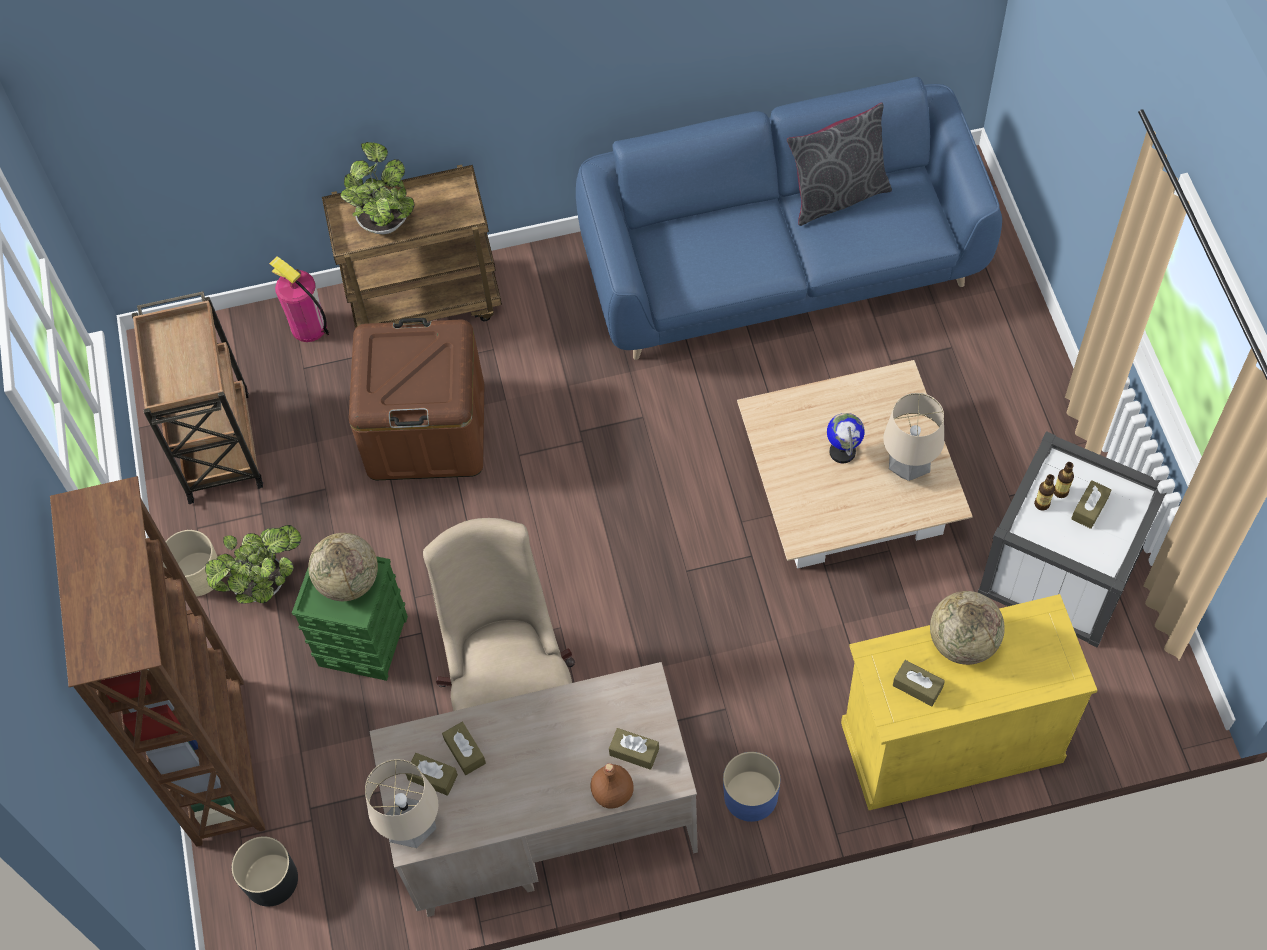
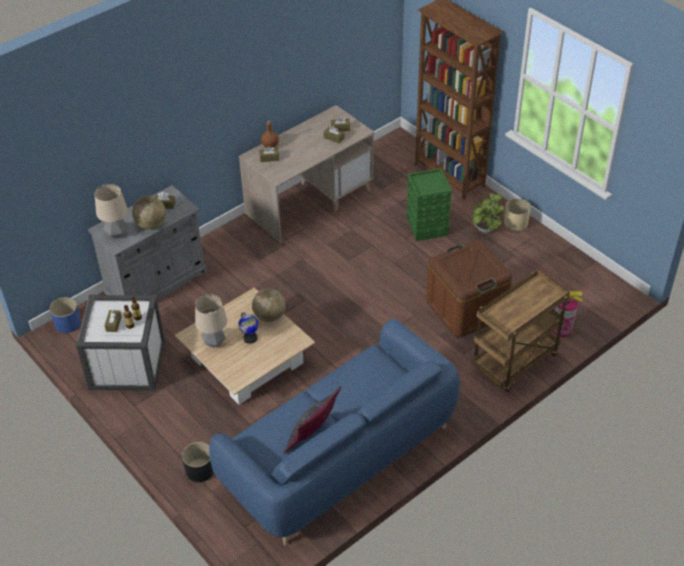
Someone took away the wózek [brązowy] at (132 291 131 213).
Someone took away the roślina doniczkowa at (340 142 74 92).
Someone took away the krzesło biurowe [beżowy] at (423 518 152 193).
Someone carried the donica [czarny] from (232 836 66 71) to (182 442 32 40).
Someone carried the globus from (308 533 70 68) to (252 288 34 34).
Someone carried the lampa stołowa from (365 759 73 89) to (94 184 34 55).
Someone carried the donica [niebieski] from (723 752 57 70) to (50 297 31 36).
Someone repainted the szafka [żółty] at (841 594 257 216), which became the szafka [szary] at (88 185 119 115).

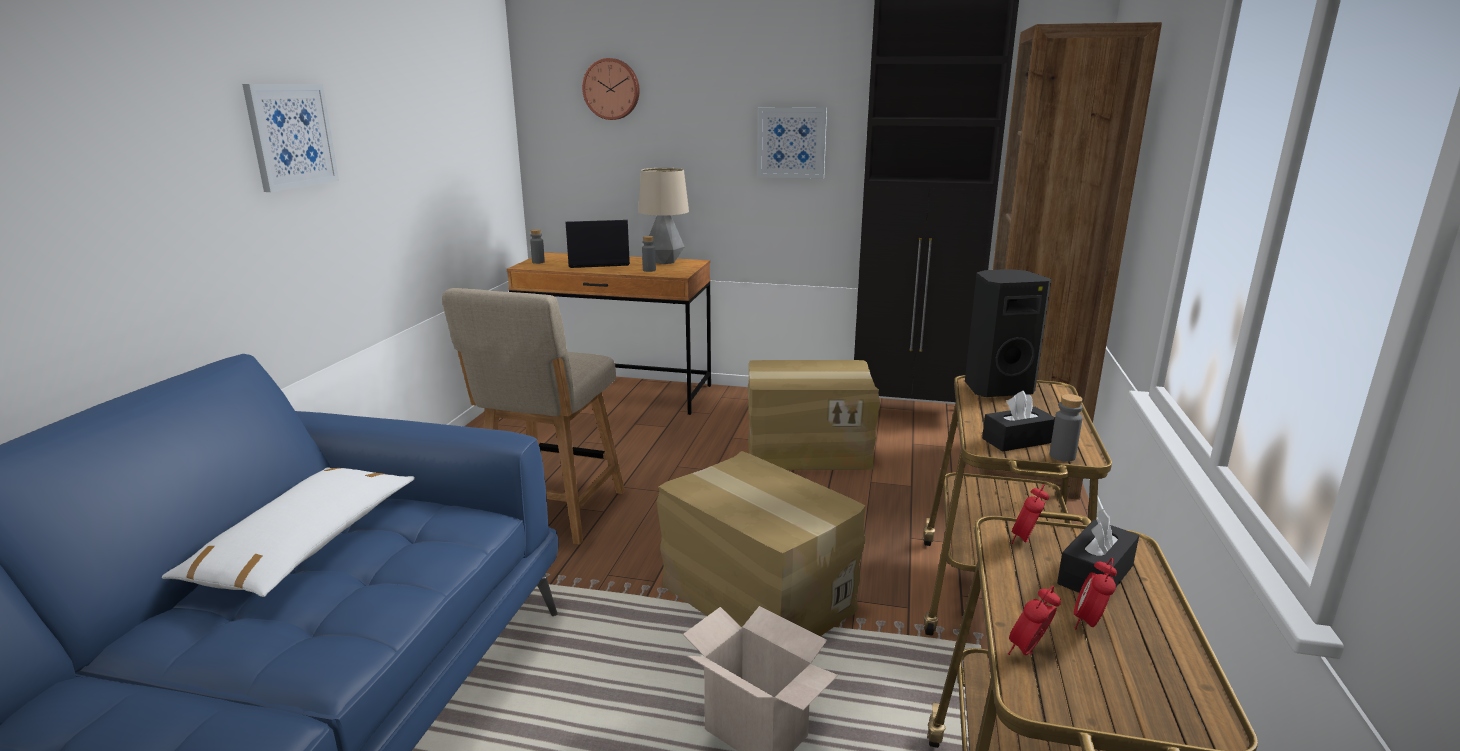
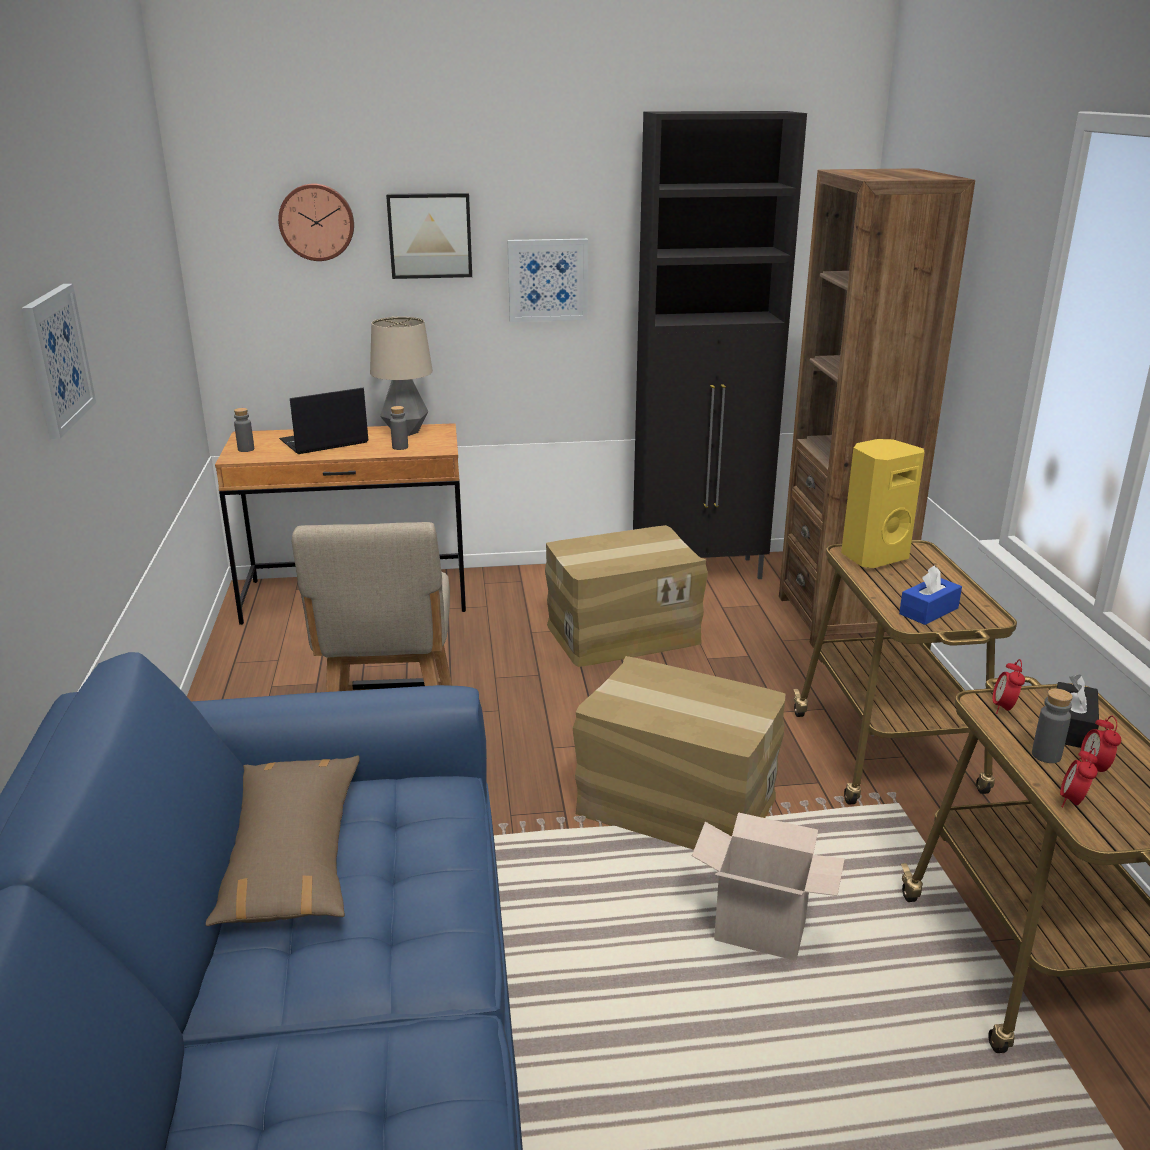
Someone put up the obraz at (386 193 86 86).
Someone carried the butelka [szary] from (1050 394 33 68) to (1032 689 41 74).
Someone repainted the poduszka [biały] at (162 467 253 130), which became the poduszka [brązowy] at (206 755 153 171).
Someone repainted the głośnik [czarny] at (965 269 86 128), which became the głośnik [żółty] at (841 439 84 129).
Someone repainted the pudełko chusteczek [czarny] at (982 391 73 61), which became the pudełko chusteczek [niebieski] at (899 565 63 60).

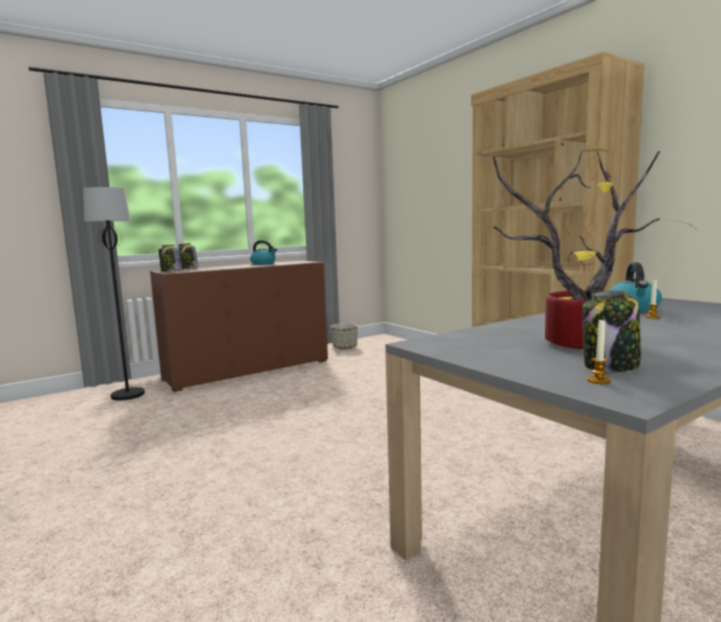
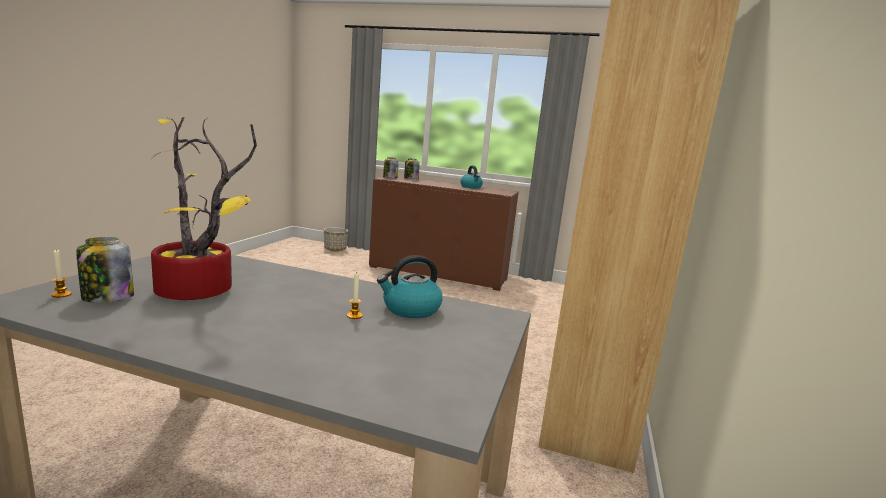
Someone took away the lampa stojąca [czarny] at (83 187 62 213).
Someone carried the donica from (331 323 27 27) to (324 227 24 24).

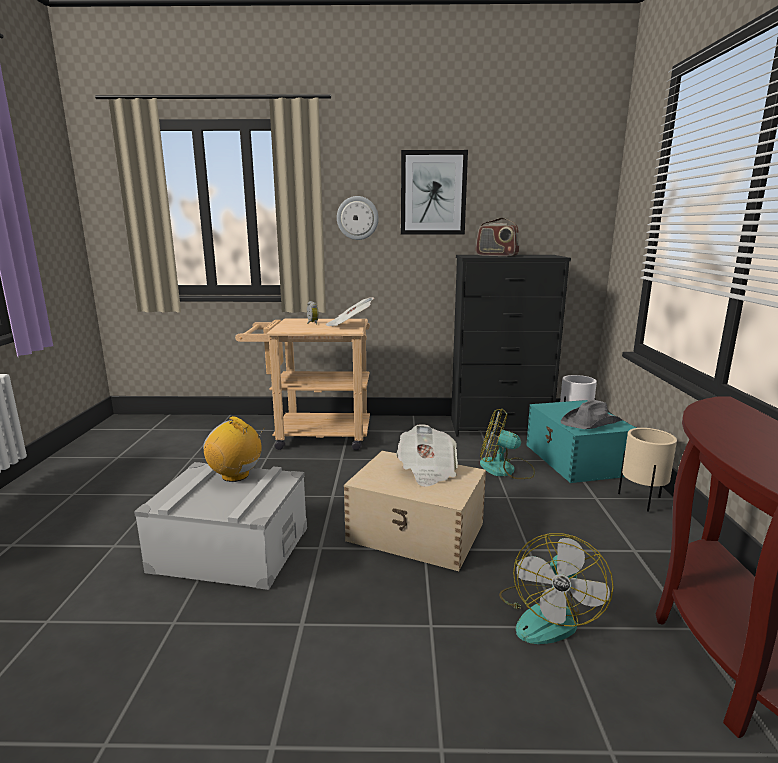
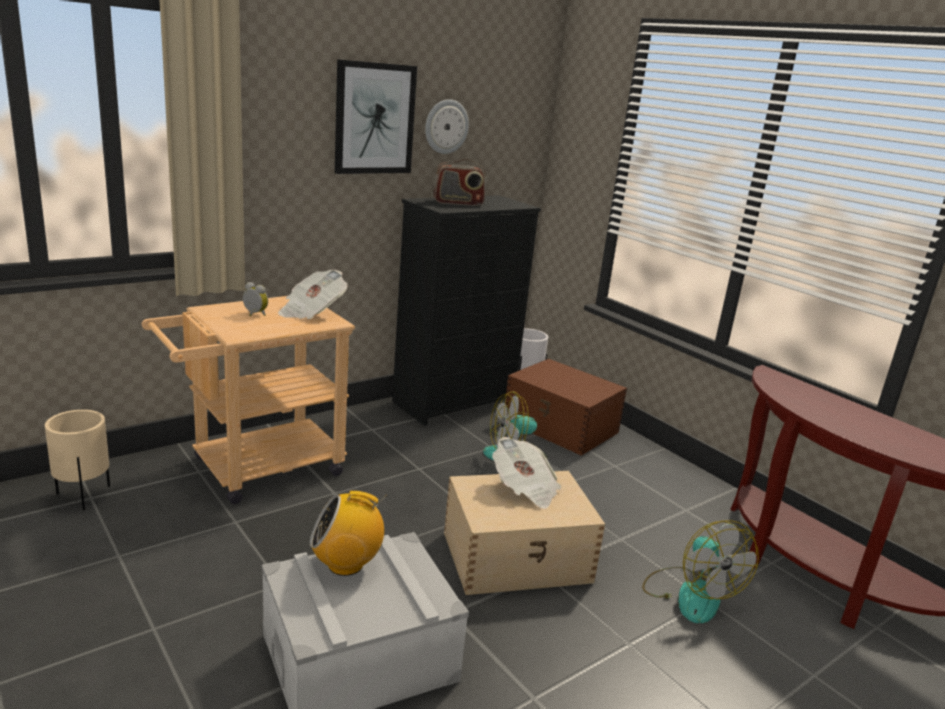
Someone took away the kapelusz [szary] at (561 400 61 29).
Someone carried the zegar ścienny from (337 196 42 44) to (425 99 44 55).
Someone carried the donica [beżowy] from (618 428 59 83) to (45 410 65 100).
Someone repainted the pojemnik do przechowywania [turkusowy] at (527 400 109 83), which became the pojemnik do przechowywania [brązowy] at (505 359 122 97).

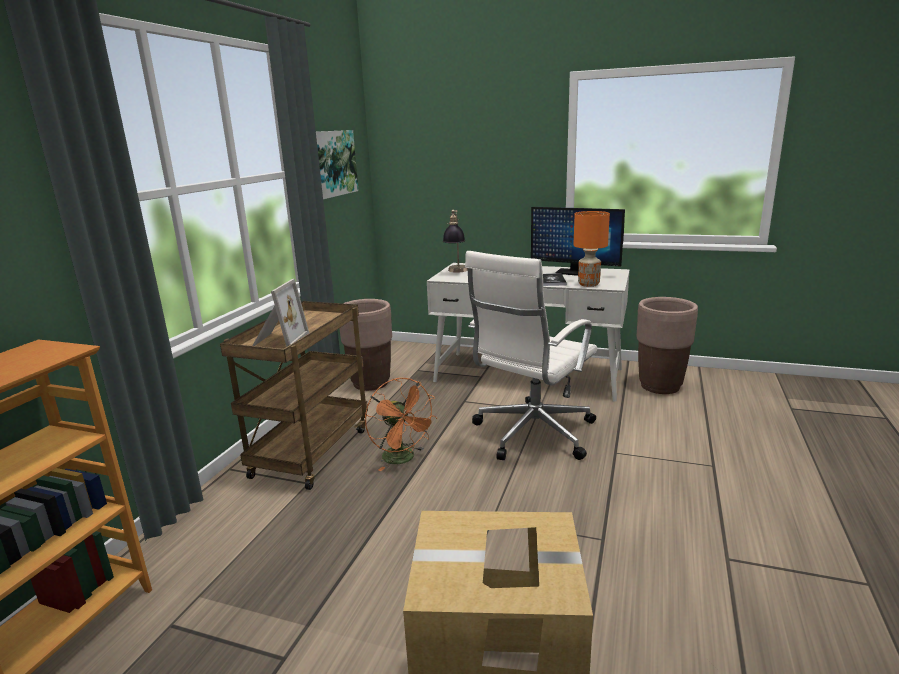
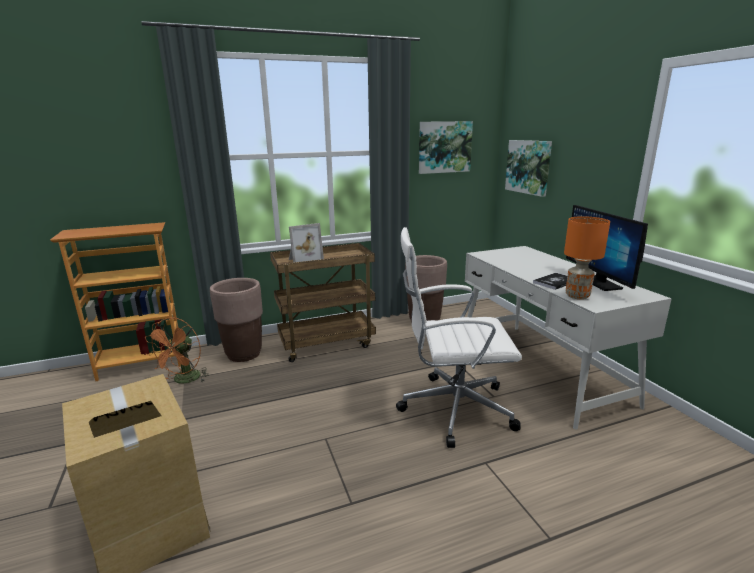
Someone took away the lampa stołowa at (443 210 25 63).
Someone put up the obraz at (505 140 47 57).
Someone carried the wentylator [pomarańczowy] from (365 378 73 93) to (145 317 64 66).
Someone carried the donica [brązowy] from (637 297 61 97) to (210 278 53 84).

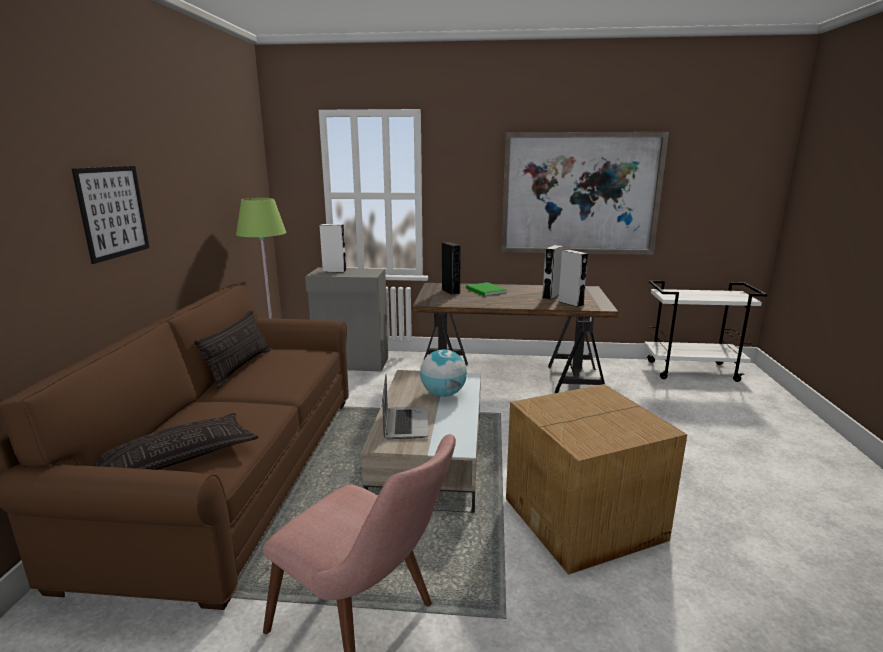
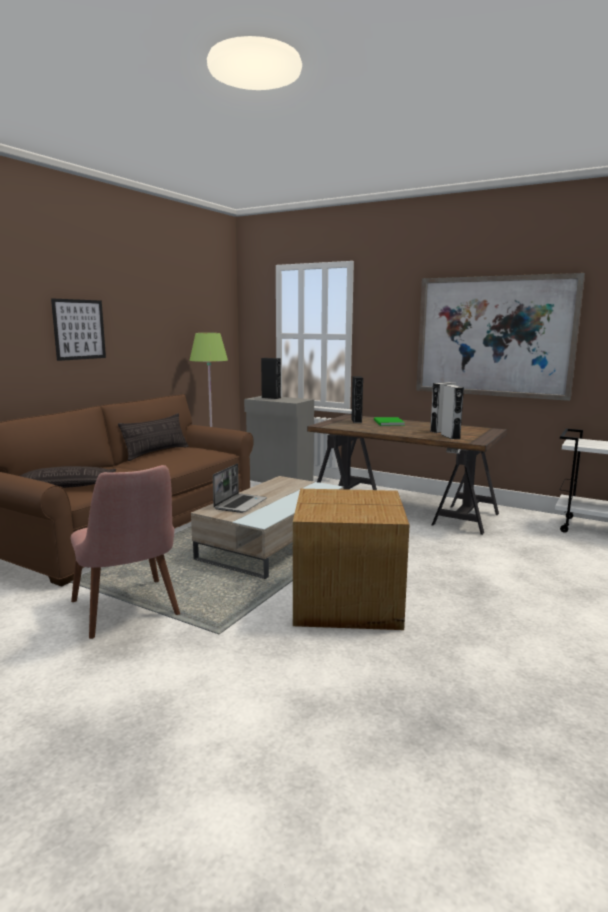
Someone took away the globus at (420 349 47 48).
Someone repainted the głośnik [biały] at (319 224 28 49), which became the głośnik [czarny] at (261 358 20 41).

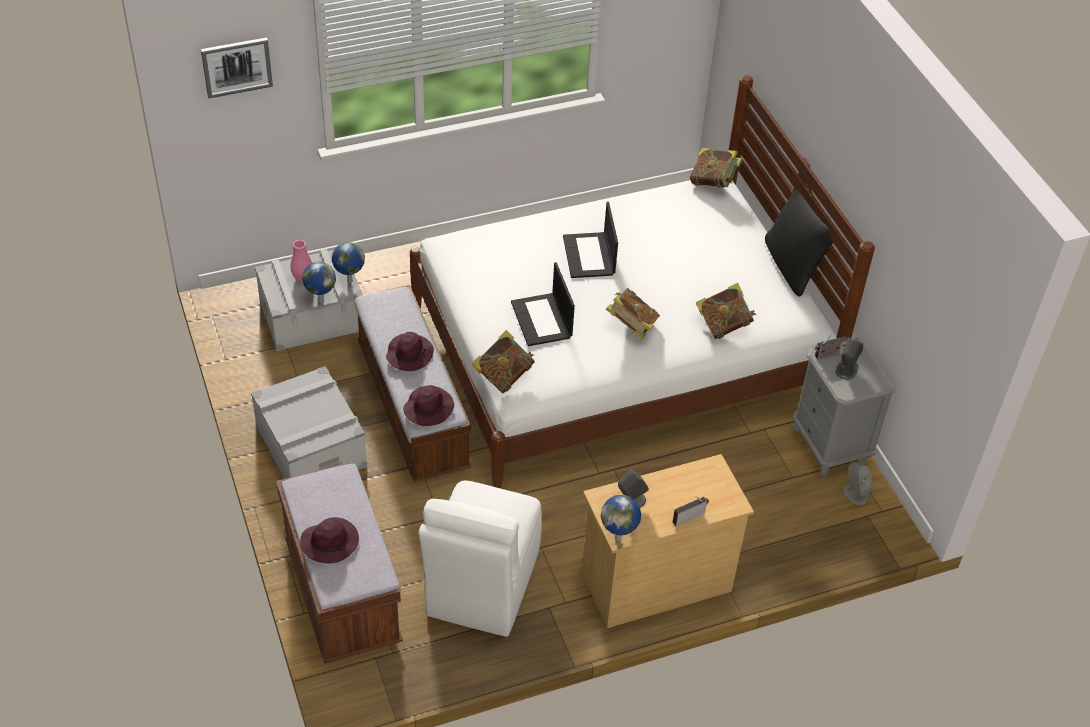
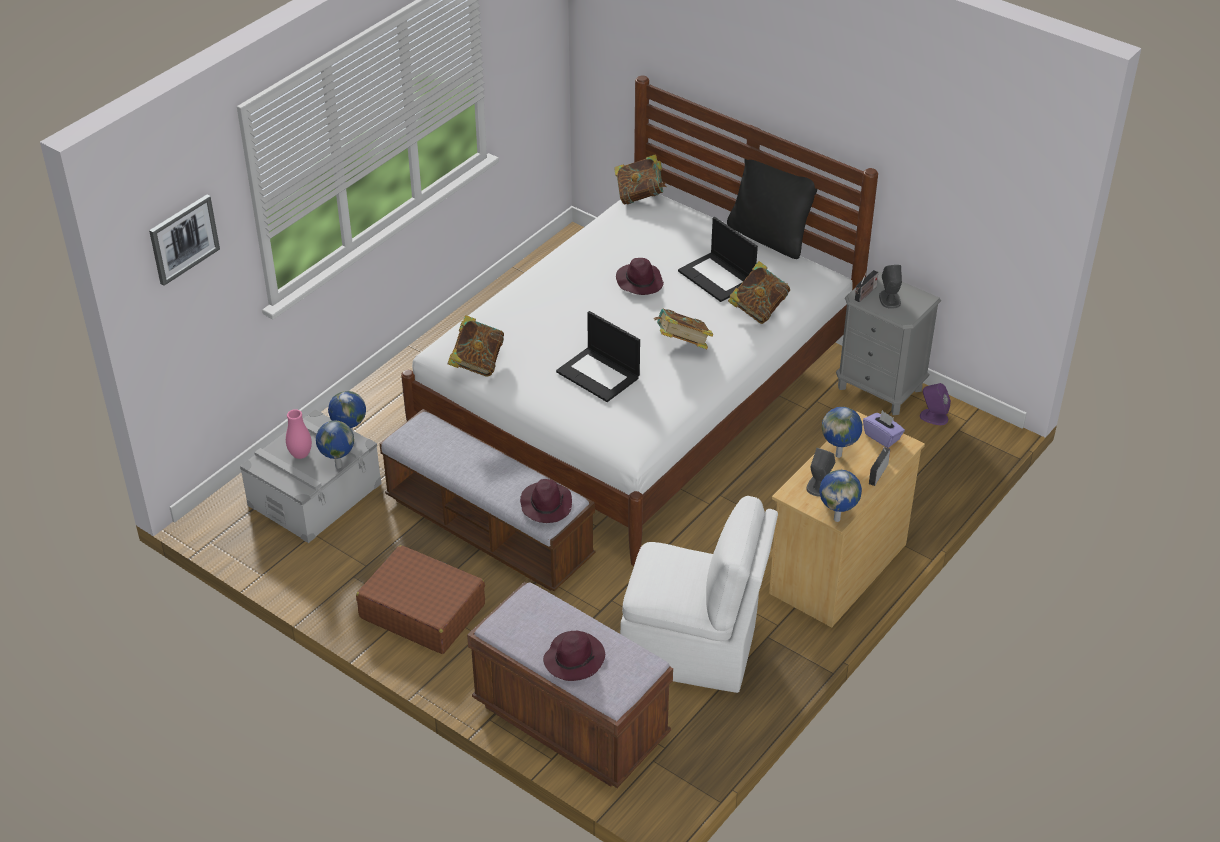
Someone put down the globus at (822 407 40 51).
Someone put down the pudełko chusteczek [fioletowy] at (863 410 42 38).
Someone carried the kapelusz [fioletowy] from (386 332 48 39) to (616 258 48 37).
Someone carried the książka from (472 330 63 63) to (448 315 56 62).
Someone carried the laptop from (563 202 55 76) to (678 217 80 85).
Someone swapped the pojemnik do przechowywania [szary] at (251 366 116 113) for the walizka [brązowy] at (356 545 129 109).
Someone repainted the głośnik [szary] at (842 463 31 42), which became the głośnik [fioletowy] at (920 383 31 42).
Someone rotated the krzesło [biały] at (419 481 123 156) by 60 degrees counterclockwise.

